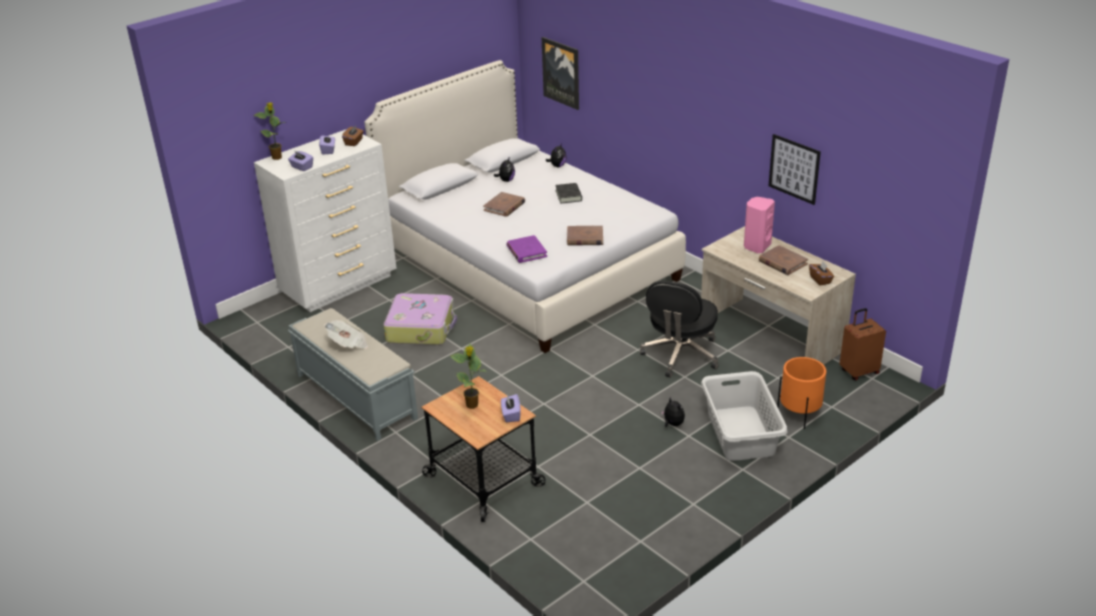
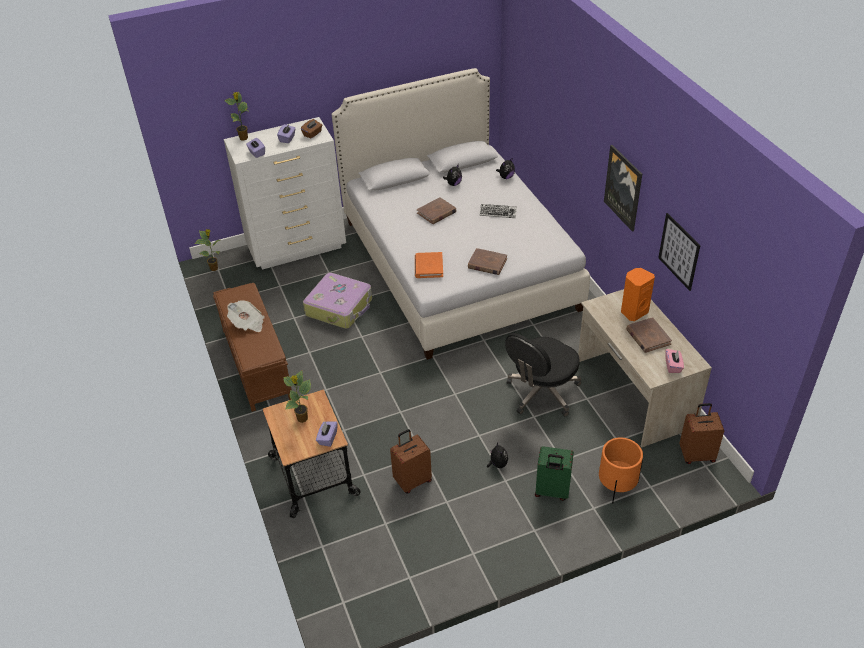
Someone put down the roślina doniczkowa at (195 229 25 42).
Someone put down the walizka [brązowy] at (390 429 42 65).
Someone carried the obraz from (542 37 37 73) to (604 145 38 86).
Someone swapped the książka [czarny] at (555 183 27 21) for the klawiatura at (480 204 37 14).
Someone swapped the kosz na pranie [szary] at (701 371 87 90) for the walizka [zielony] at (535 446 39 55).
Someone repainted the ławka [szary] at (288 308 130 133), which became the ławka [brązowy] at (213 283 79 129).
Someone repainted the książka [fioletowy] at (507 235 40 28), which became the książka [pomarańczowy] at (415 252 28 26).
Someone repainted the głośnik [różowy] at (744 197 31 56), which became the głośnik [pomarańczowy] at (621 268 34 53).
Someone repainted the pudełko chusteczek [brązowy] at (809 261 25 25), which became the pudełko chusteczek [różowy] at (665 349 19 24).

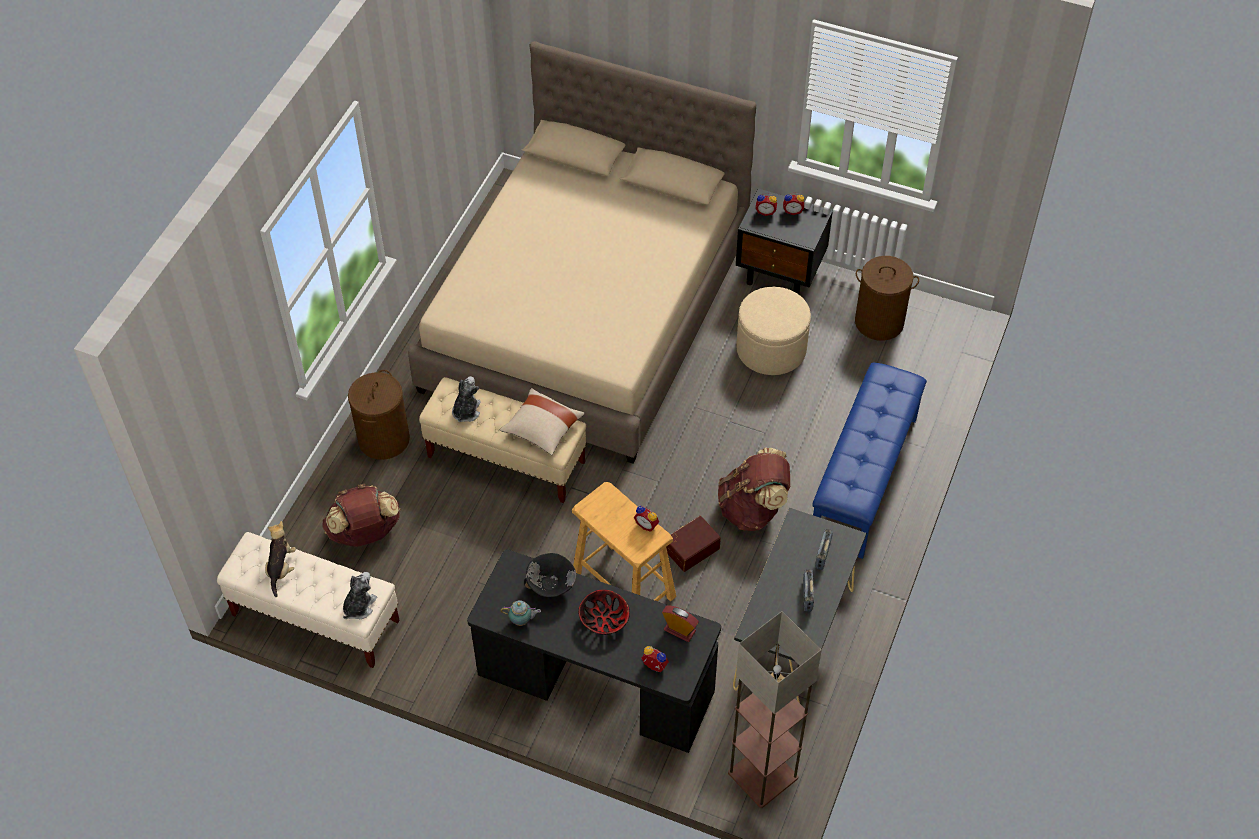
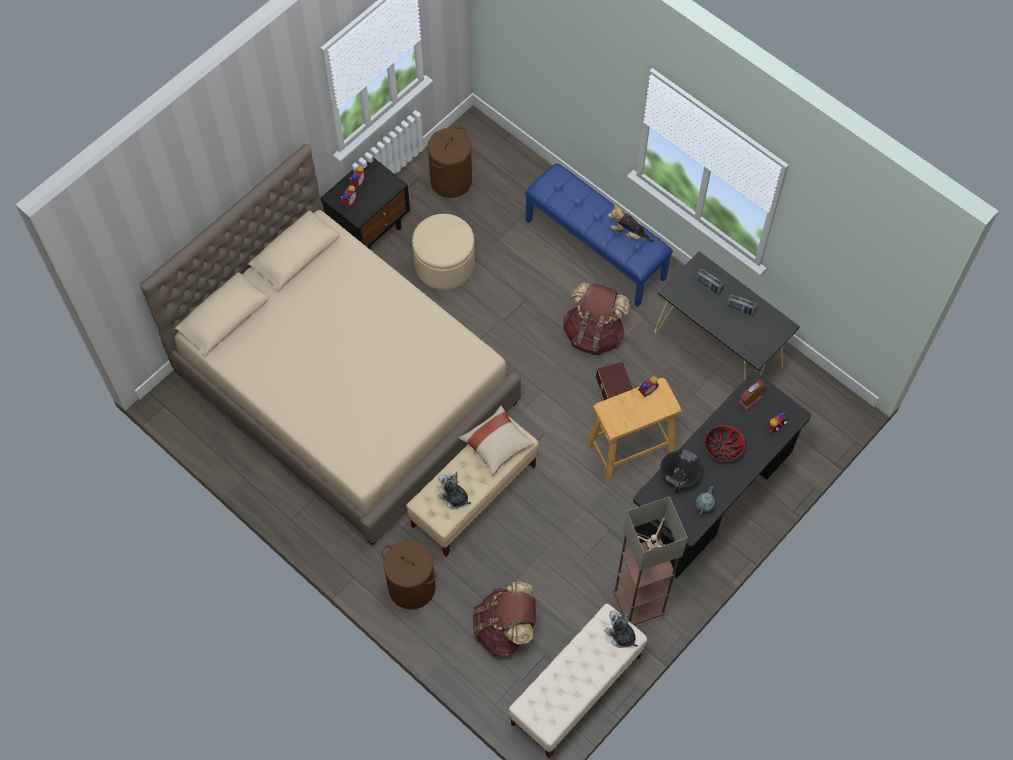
Someone carried the pluszak from (265 521 31 76) to (608 205 46 37).
Someone carried the lampa stojąca from (728 611 94 197) to (613 497 75 128).

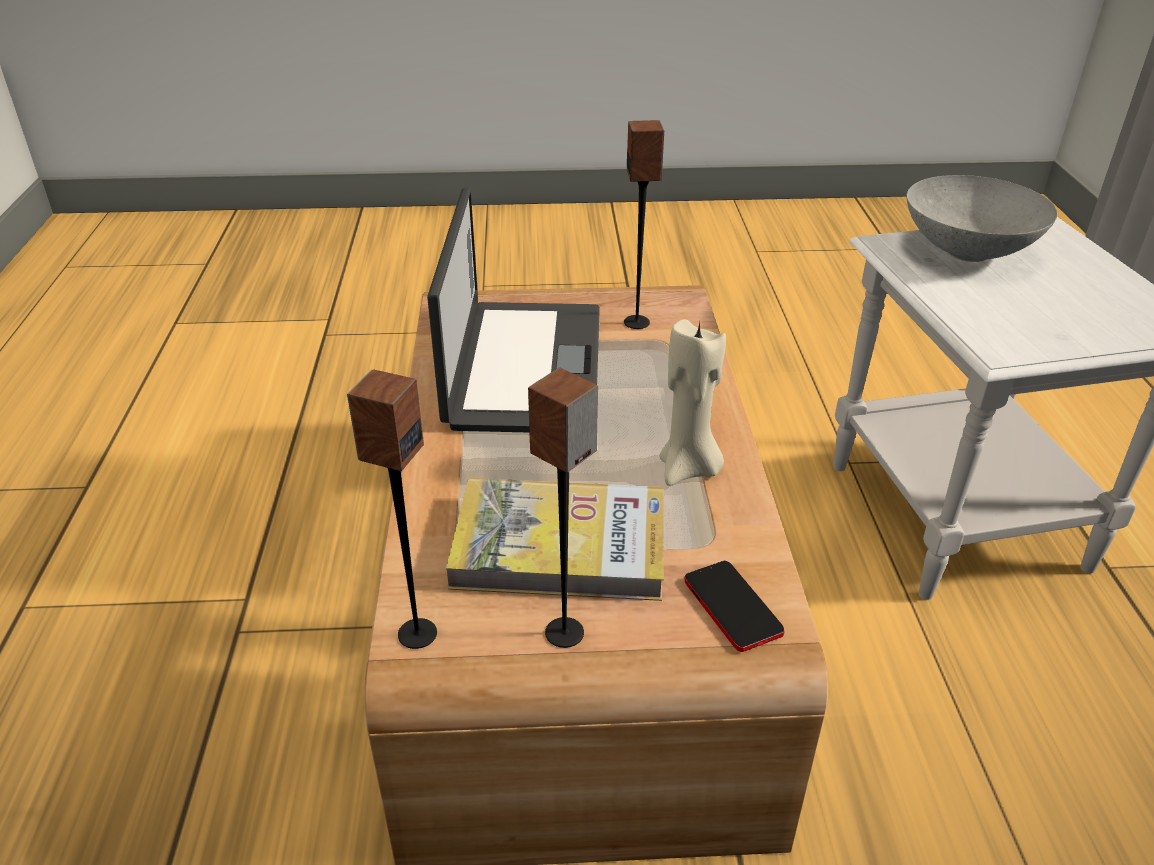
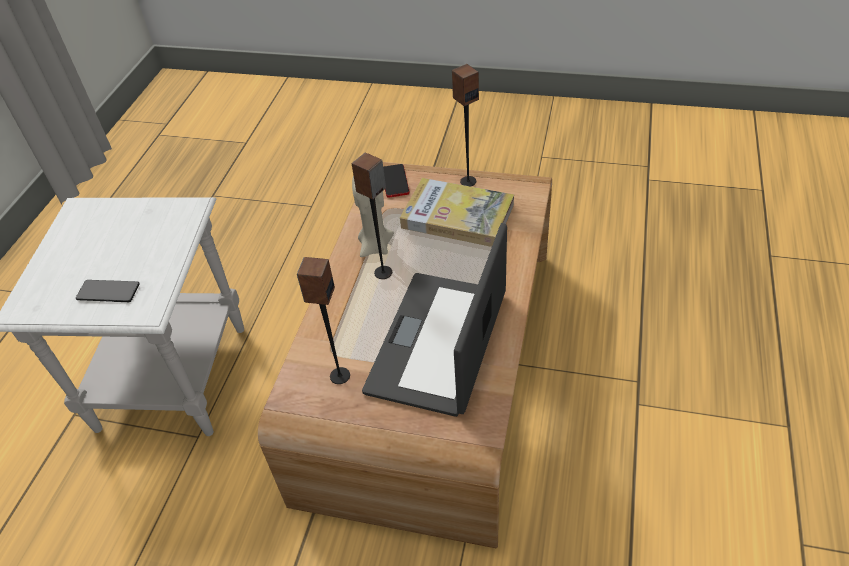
Someone carried the głośnik from (347 370 90 279) to (352 152 40 127).
Someone swapped the miska [szary] at (907 175 150 87) for the telefon at (76 280 64 22).

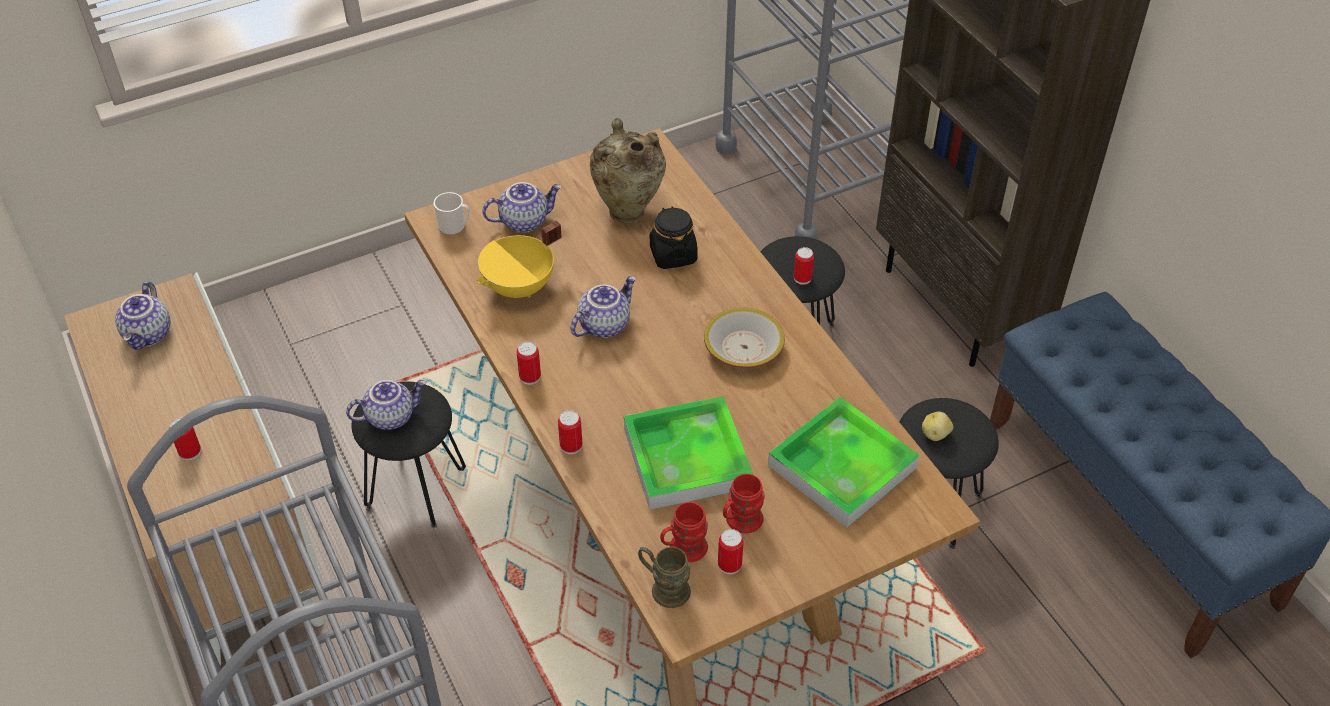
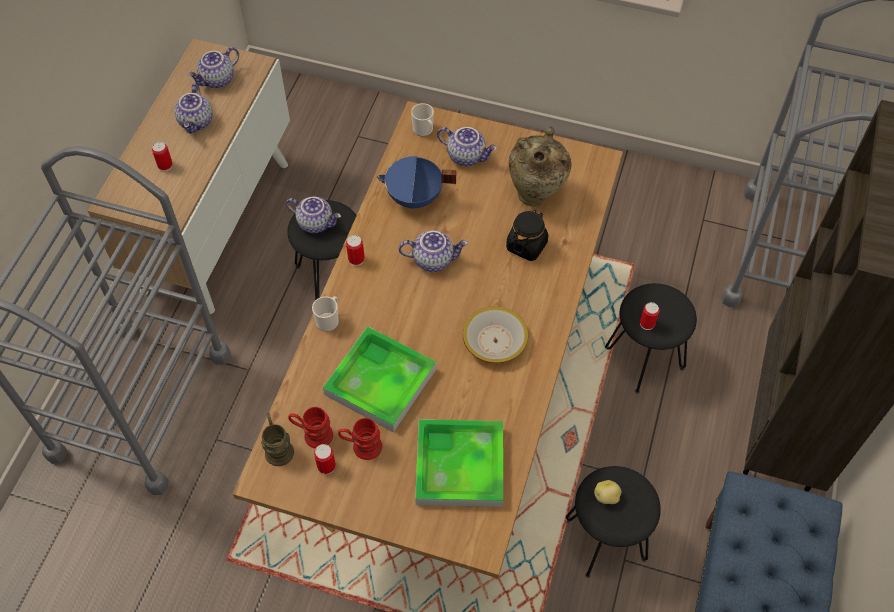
Someone put down the imbryk at (175 83 38 51).
Someone swapped the puszka at (558 410 24 44) for the kubek at (312 296 27 36).
Someone repainted the garnek [żółty] at (476 221 86 77), which became the garnek [niebieski] at (377 156 79 53).

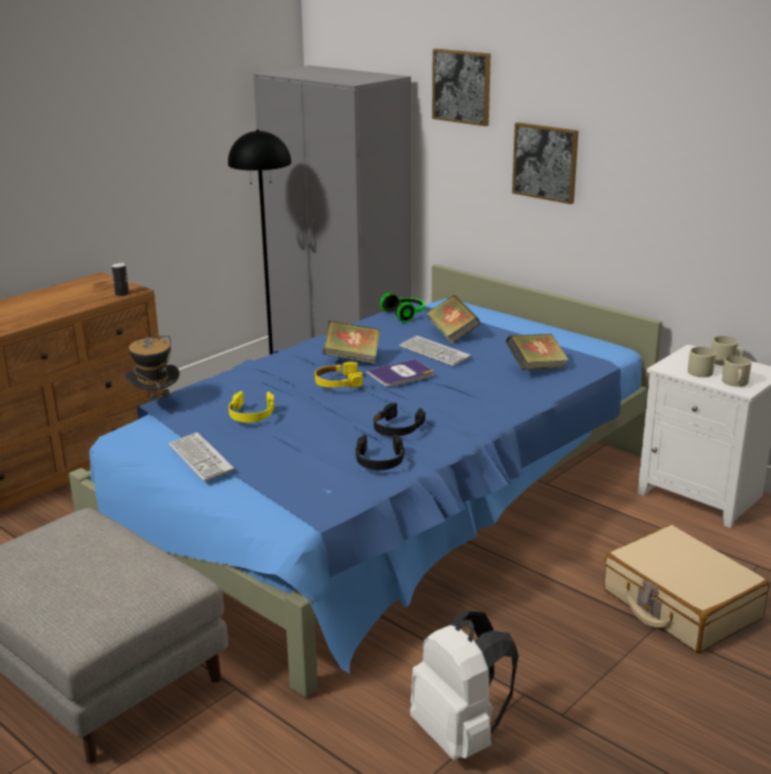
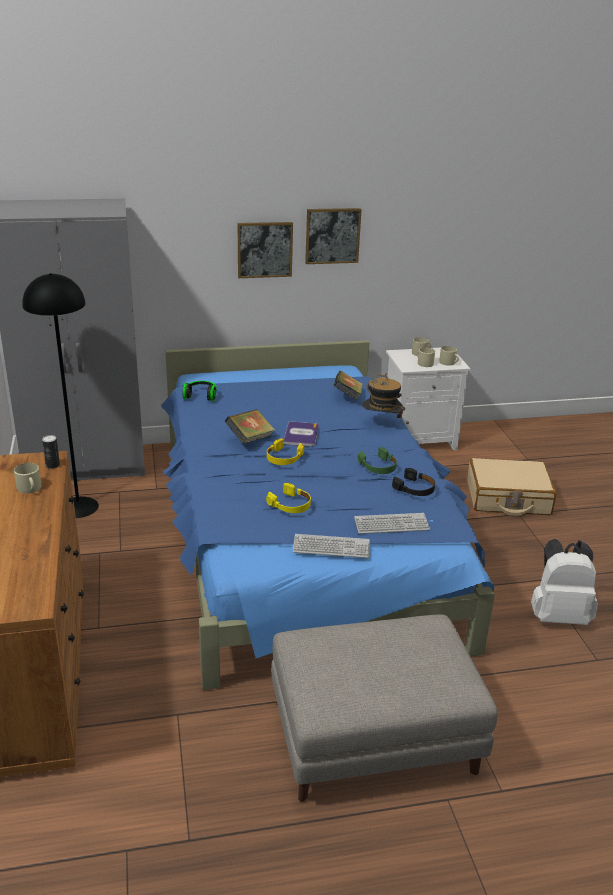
Someone took away the książka at (426 295 55 48).
Someone put down the kubek [beżowy] at (14 463 27 31).
Someone carried the kapelusz from (125 334 55 78) to (362 374 43 44).
Someone carried the klawiatura from (399 336 72 30) to (354 513 76 21).
Someone carried the obraz from (432 49 59 77) to (305 208 57 56).
Someone repainted the słuchawki [czarny] at (374 402 51 35), which became the słuchawki [zielony] at (358 447 39 27).

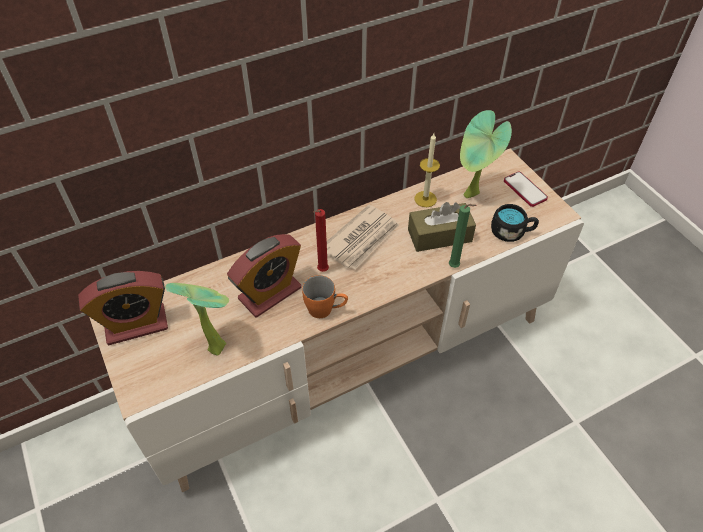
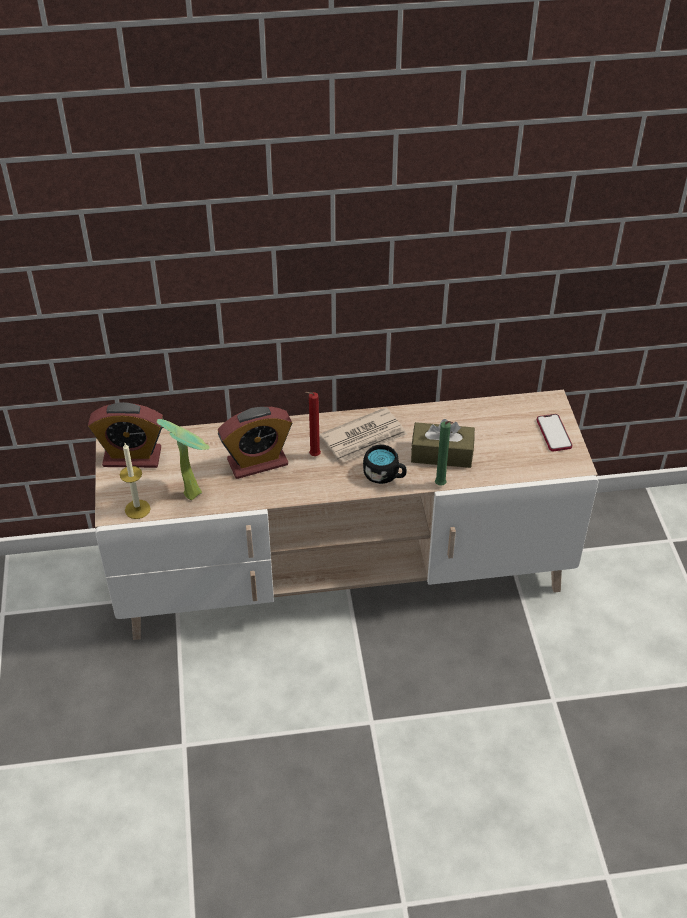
Someone took away the kubek [pomarańczowy] at (302 275 46 43).
Someone took away the roślina doniczkowa at (460 110 52 88).
Someone carried the świeca from (414 133 26 74) to (120 443 31 76).
Someone carried the kubek [czarny] from (491 204 48 38) to (363 445 43 39).

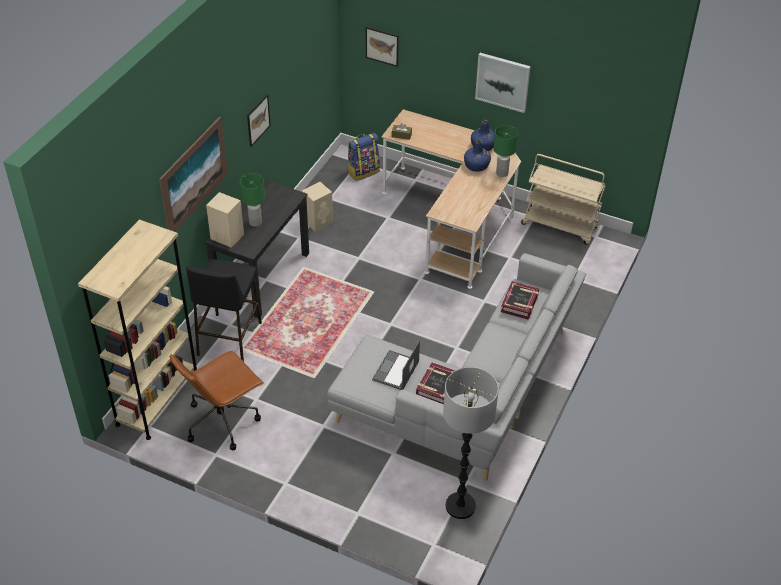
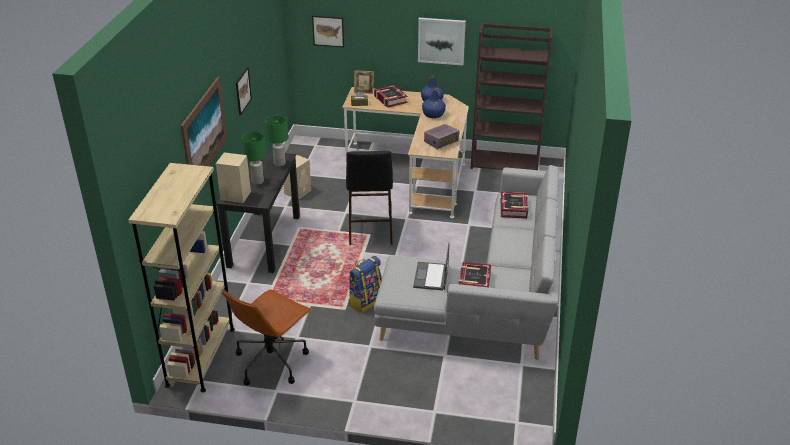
Someone took away the lampa stojąca at (443 367 56 152).
Someone put down the ramka na zdjęcie at (354 70 20 24).
Someone put down the książka at (374 85 33 23).
Someone put down the radio at (424 124 35 25).
Someone carried the stołek [czarny] from (186 259 76 103) to (346 151 47 94).
Someone carried the plecak from (348 133 32 48) to (348 256 34 57).
Someone carried the lampa stołowa [zielony] from (493 125 25 52) to (265 114 24 52).
Someone swapped the wózek [beżowy] at (521 154 85 91) for the regał [brązowy] at (471 23 82 147).

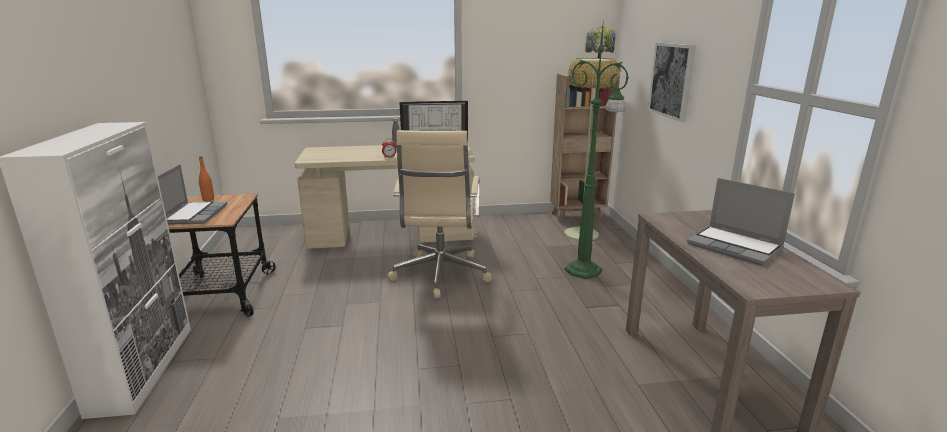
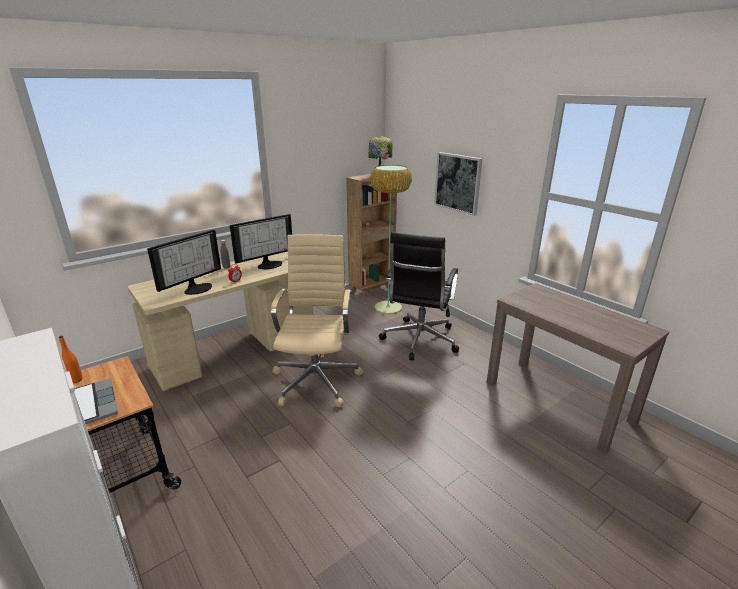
Someone took away the laptop at (687 178 108 87).
Someone put down the monitor at (147 230 74 65).
Someone swapped the lampa stojąca [zielony] at (564 19 65 260) for the krzesło biurowe [czarny] at (379 232 80 128).
Someone rotated the krzesło biurowe [beżowy] at (387 130 105 168) by 150 degrees counterclockwise.

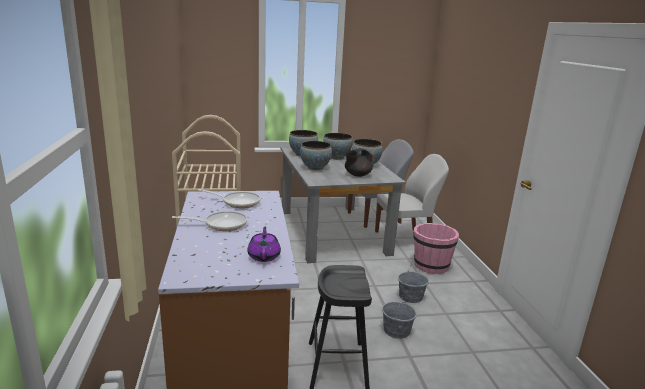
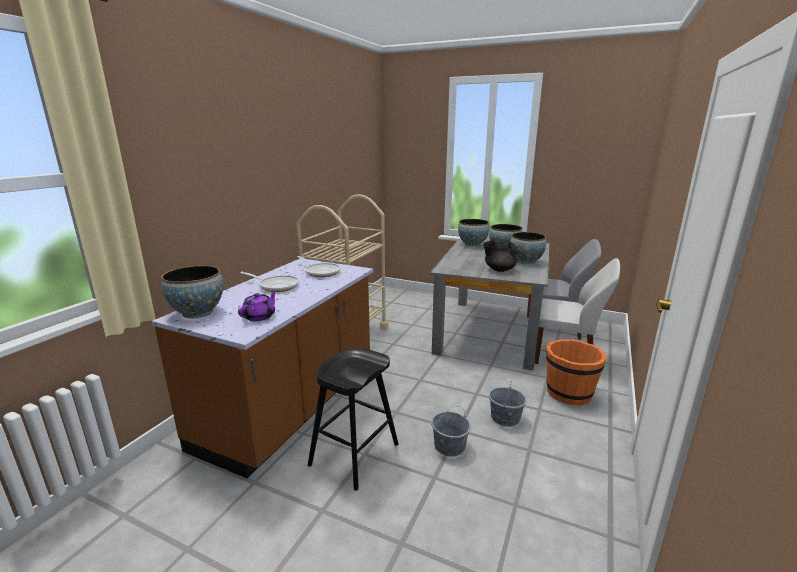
Someone carried the miska from (300 141 32 30) to (162 266 61 53).
Someone repainted the wiadro [różowy] at (413 223 46 51), which became the wiadro [pomarańczowy] at (546 339 60 67).

